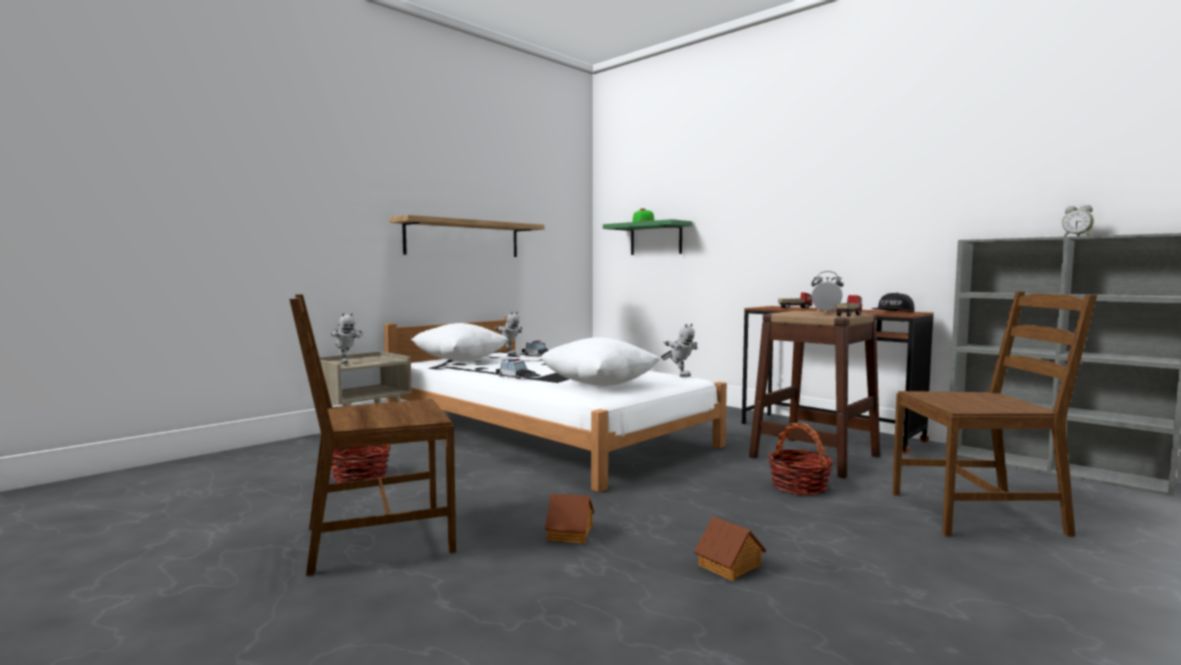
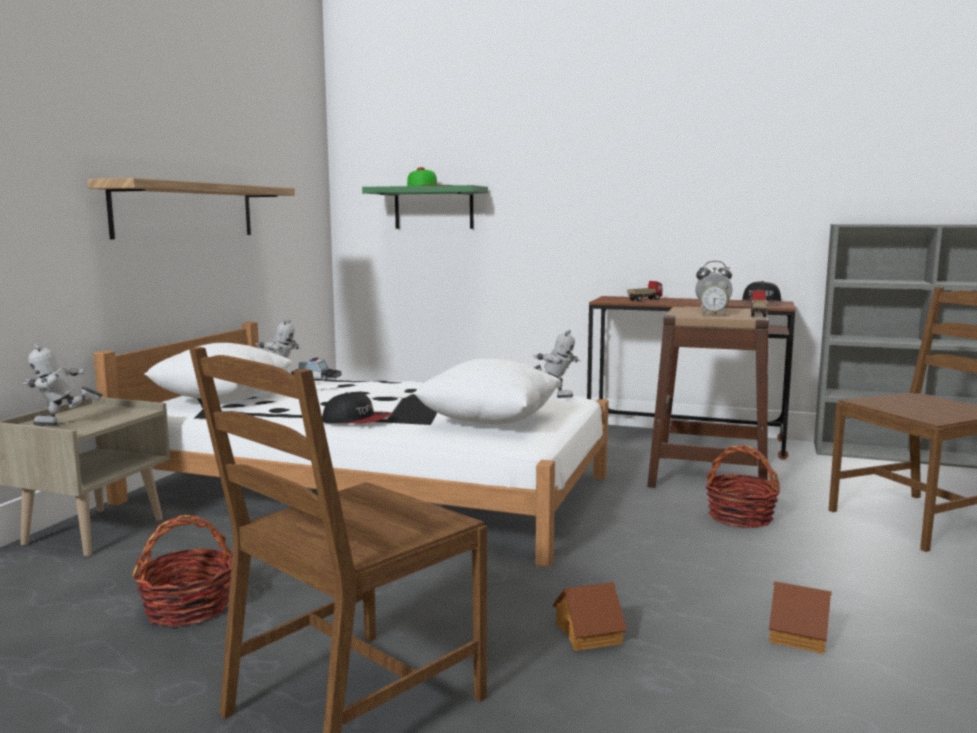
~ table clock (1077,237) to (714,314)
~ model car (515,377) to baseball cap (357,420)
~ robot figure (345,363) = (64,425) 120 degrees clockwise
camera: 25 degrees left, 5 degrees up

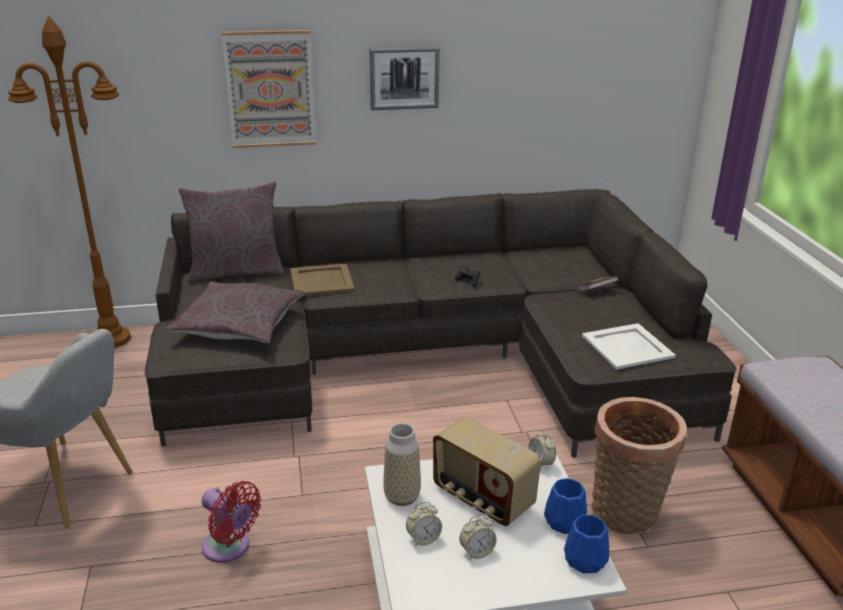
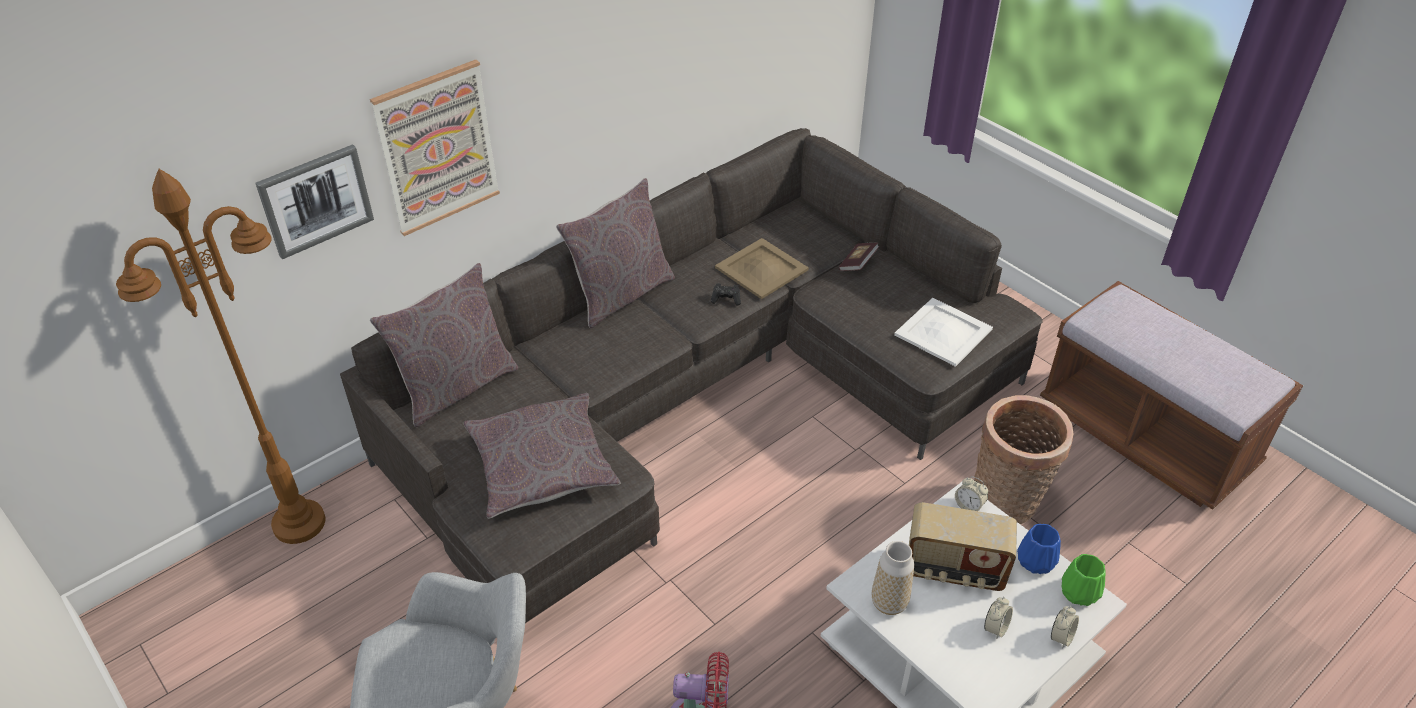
+ greyish pillow (621,294)
~ sand-coloured carrying tray (321,281) to (761,269)
~ picture (404,78) to (315,200)
~ table clock (423,539) to (1061,637)
~ blue-coloured decorative vase (584,561) to green decorative vase (1079,593)
camera: 30 degrees left, 15 degrees up

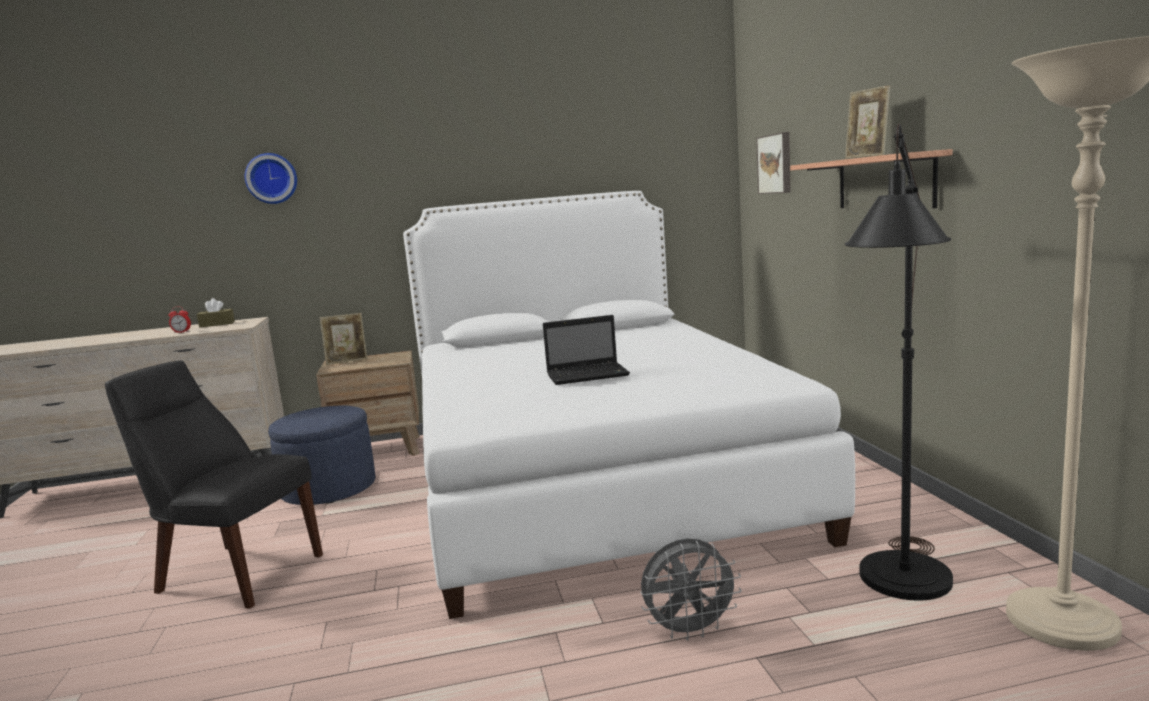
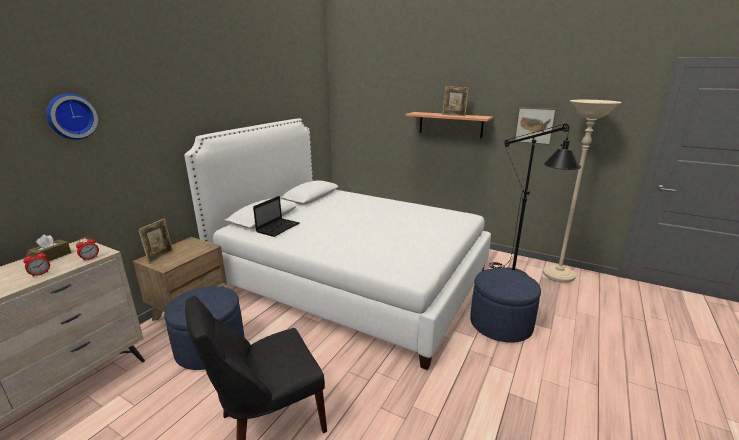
+ table clock (90,258)
~ notebook computer (589,375) to (278,227)
~ picture (776,164) to (534,125)
~ greyish electric fan (690,631) to blue-coloured footrest (500,324)
camera: 50 degrees left, 10 degrees up

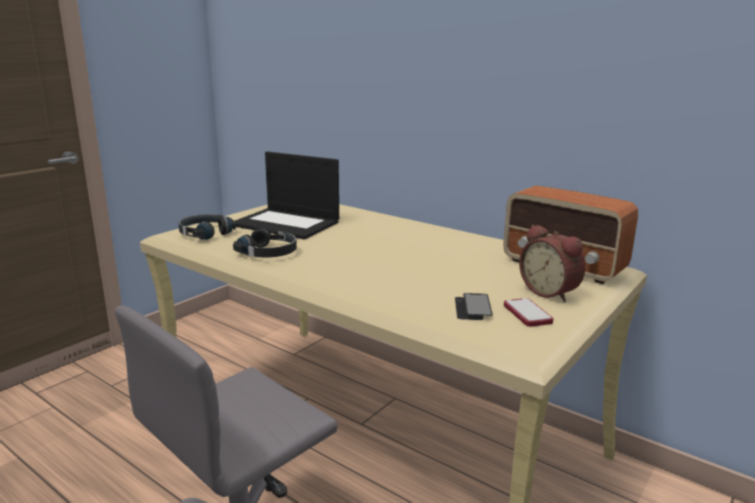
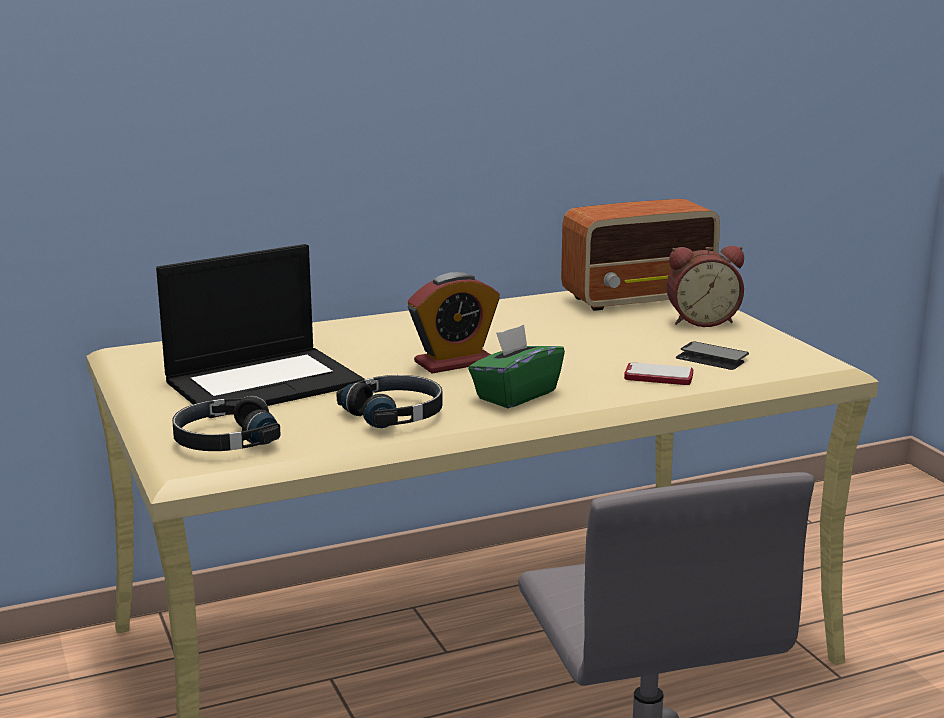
+ table clock (454,362)
+ green box of tissues (515,395)
~ handset (527,314) to (658,376)
camera: 60 degrees left, 0 degrees up

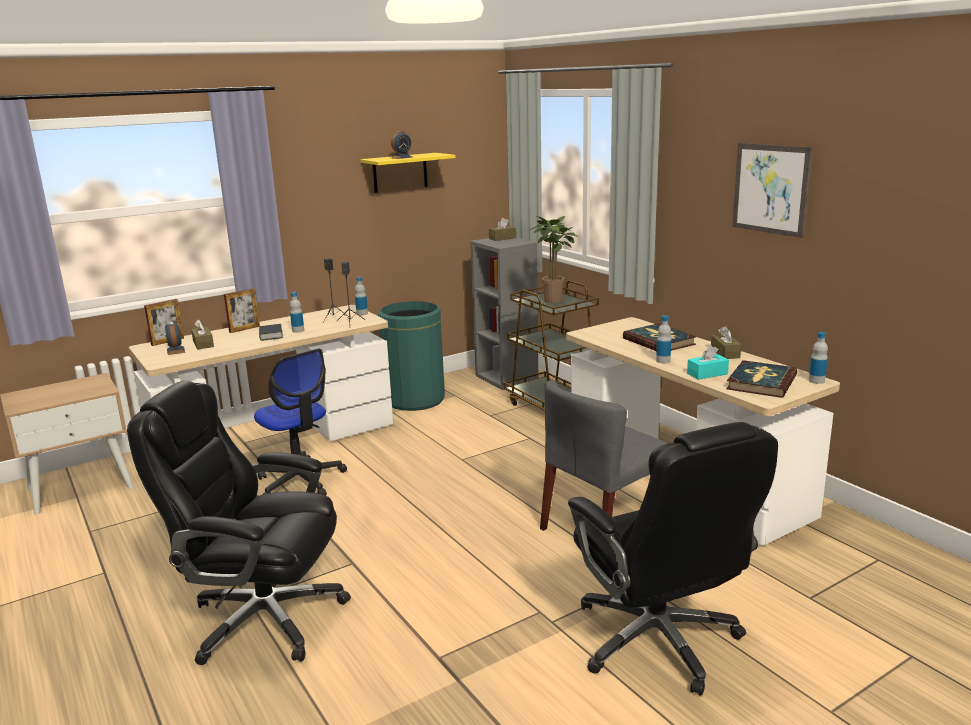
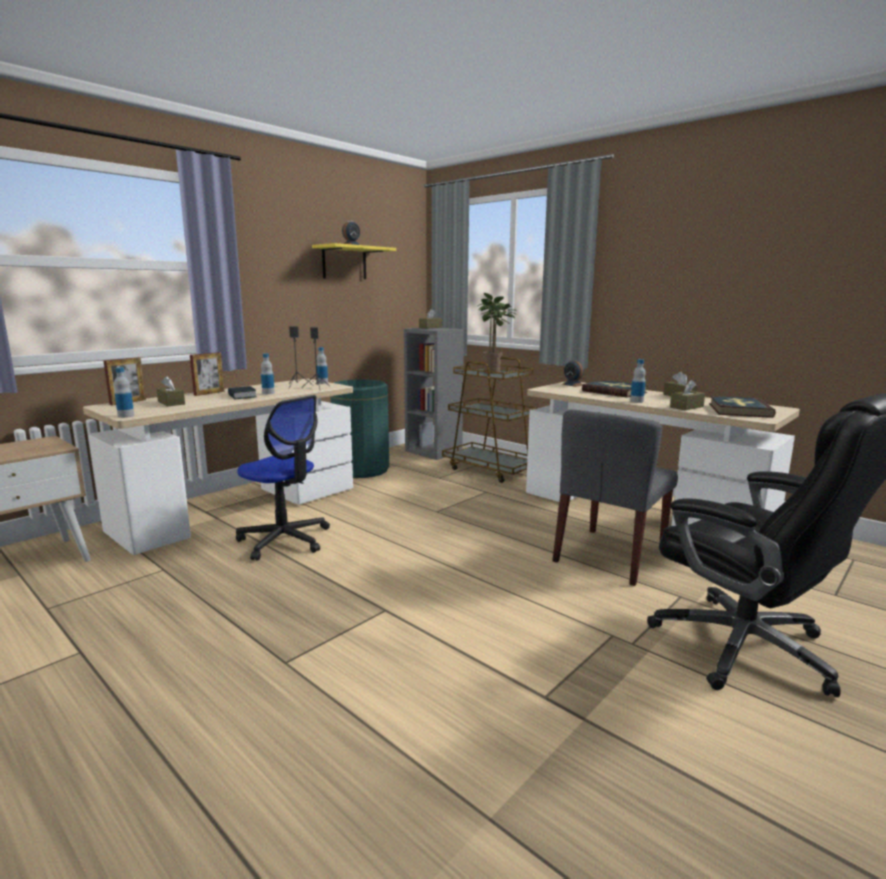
- black-coloured desk chair (262,618)
- picture (770,189)
~ table clock (175,350) to (573,384)
~ drink bottle (816,381) to (126,416)
~ blue-green box of tissues (707,374) to brown box of tissues (686,407)
camera: 15 degrees left, 5 degrees down

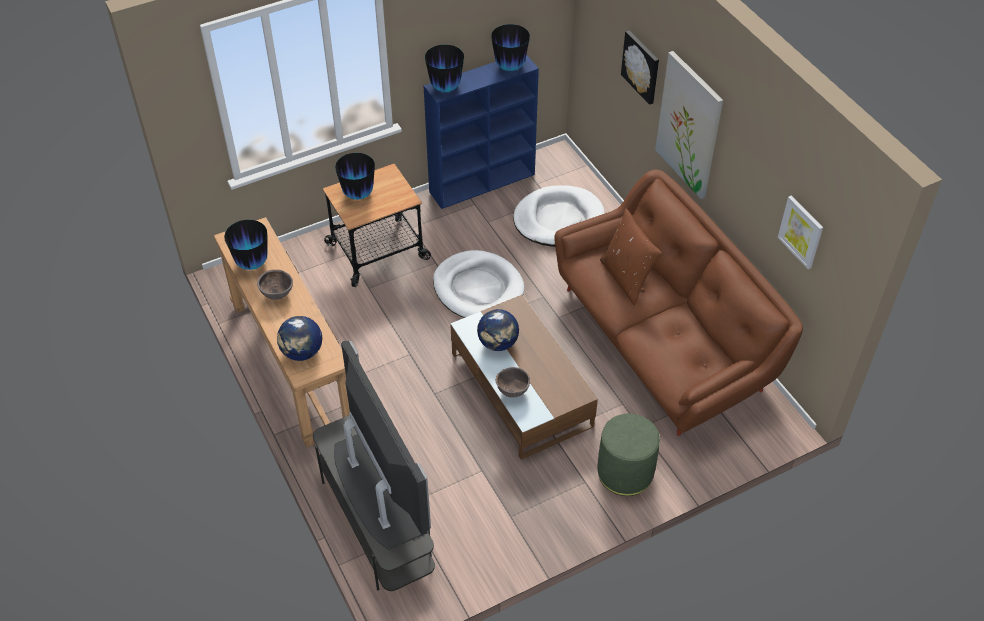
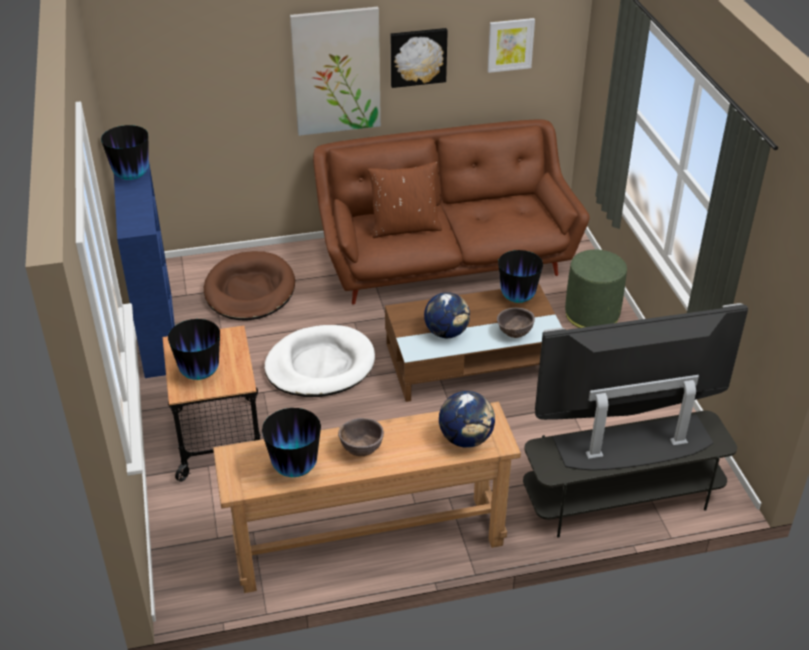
~ decorative vase (445,87) to (517,298)
~ picture (641,66) to (418,56)
~ white dog bed (558,219) to brown dog bed (250,290)
camera: 75 degrees left, 10 degrees down

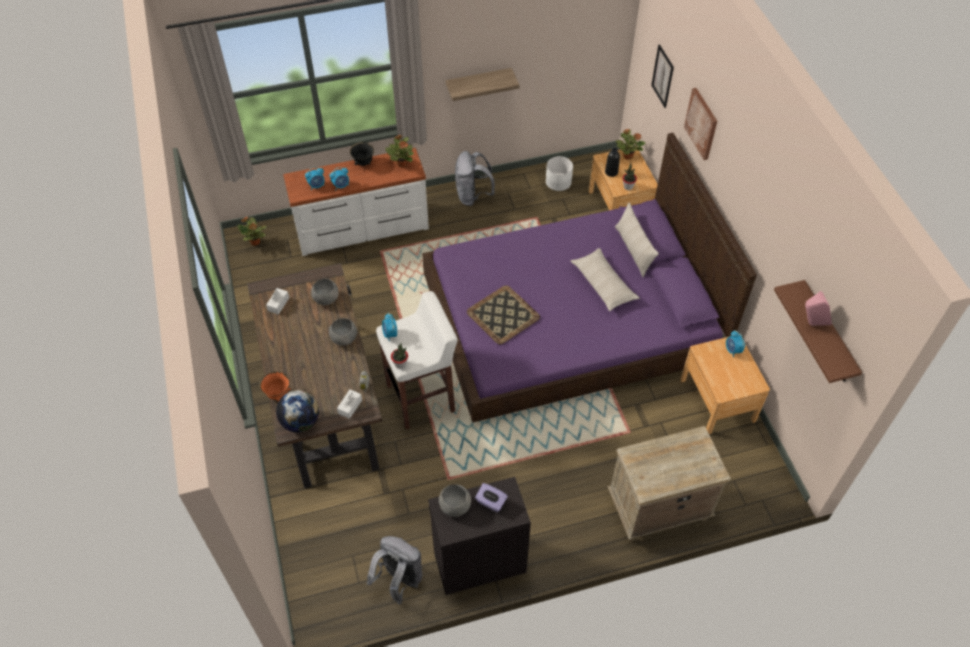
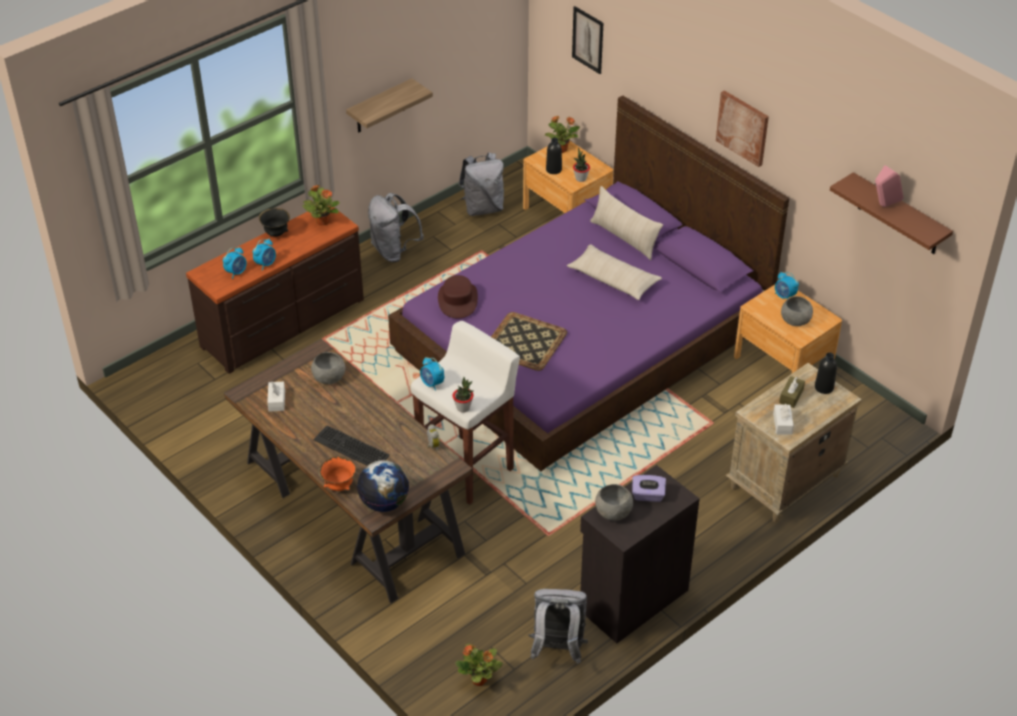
+ computer keyboard (349,448)
+ brown wearable hat (457,300)
+ brown box of tissues (791,396)
+ black-coloured drink bottle (824,387)
~ plant in a pot (255,242) to (479,680)
~ greyish bowl (344,338) to (795,321)
~ white box of tissues (350,406) to (782,424)
~ picture (702,123) to (743,127)
~ white plant pot (558,181) to greyish knapsack (483,208)
~ white chest of drawers (362,229) to brown chest of drawers (284,324)
camera: 25 degrees left, 10 degrees down

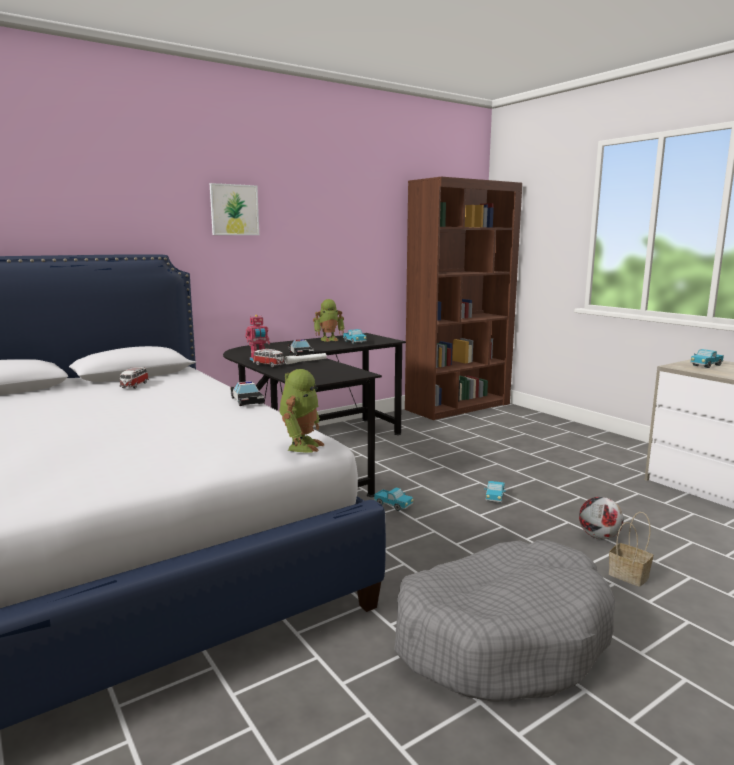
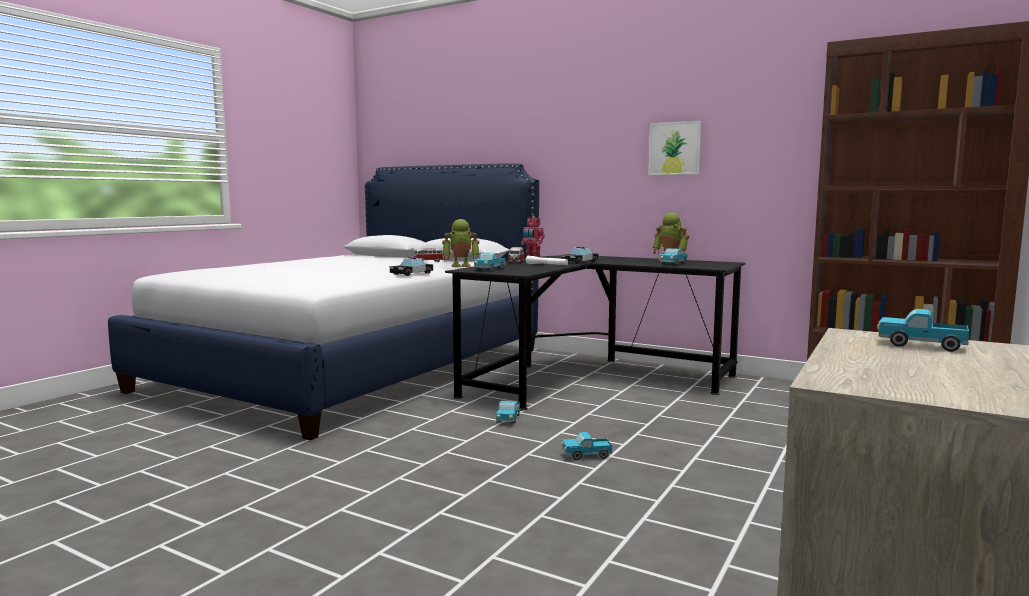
- greyish dog bed (502,637)
- football (599,536)
- storage basket (630,576)
+ model truck (489,269)
~ picture (234,210) to (675,148)
~ robot figure (301,446) to (461,266)
camera: 65 degrees right, 5 degrees down

